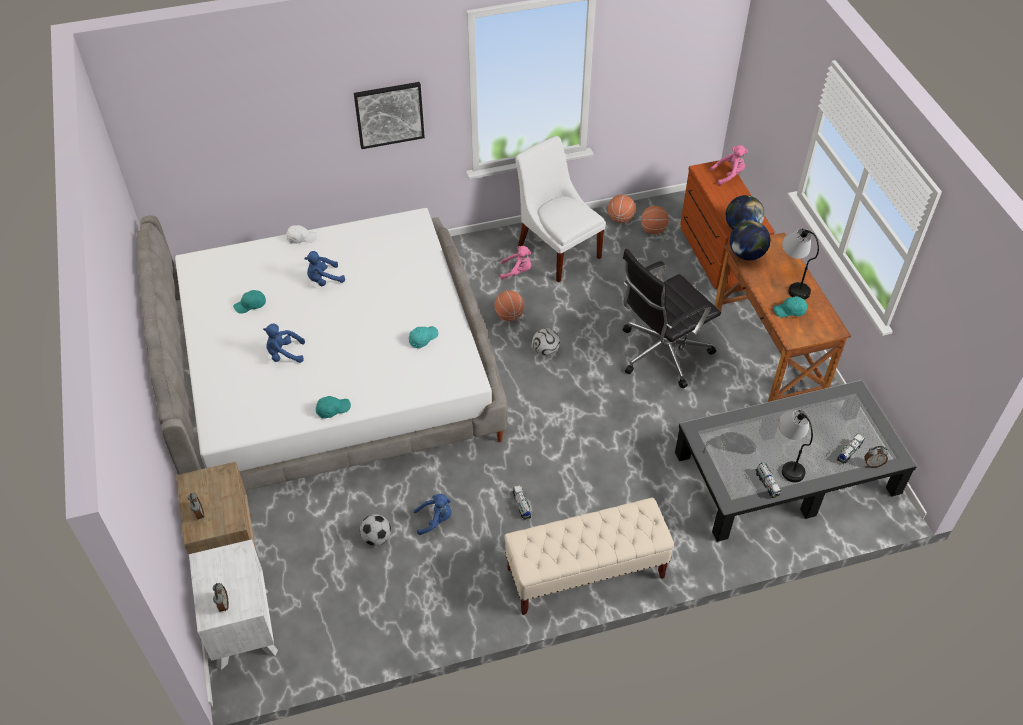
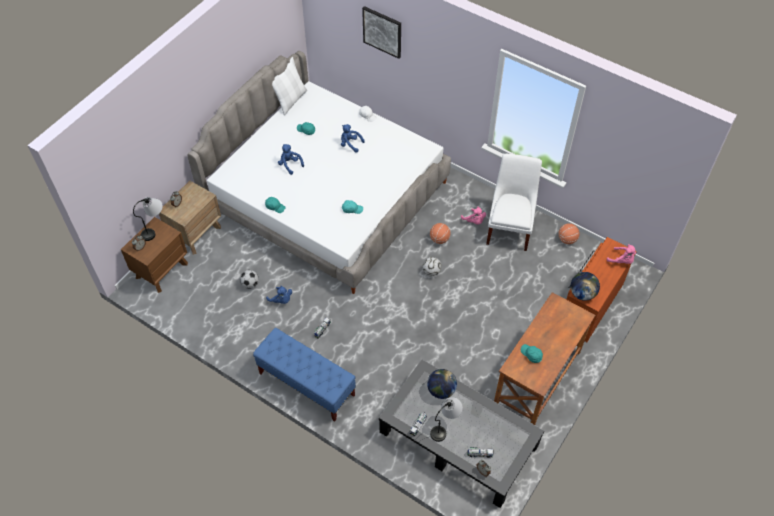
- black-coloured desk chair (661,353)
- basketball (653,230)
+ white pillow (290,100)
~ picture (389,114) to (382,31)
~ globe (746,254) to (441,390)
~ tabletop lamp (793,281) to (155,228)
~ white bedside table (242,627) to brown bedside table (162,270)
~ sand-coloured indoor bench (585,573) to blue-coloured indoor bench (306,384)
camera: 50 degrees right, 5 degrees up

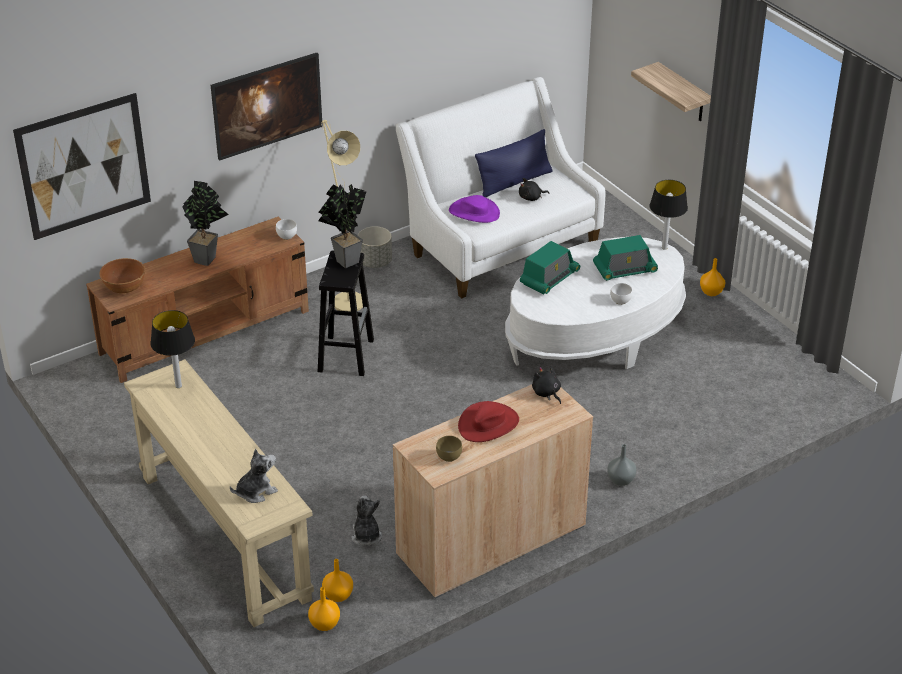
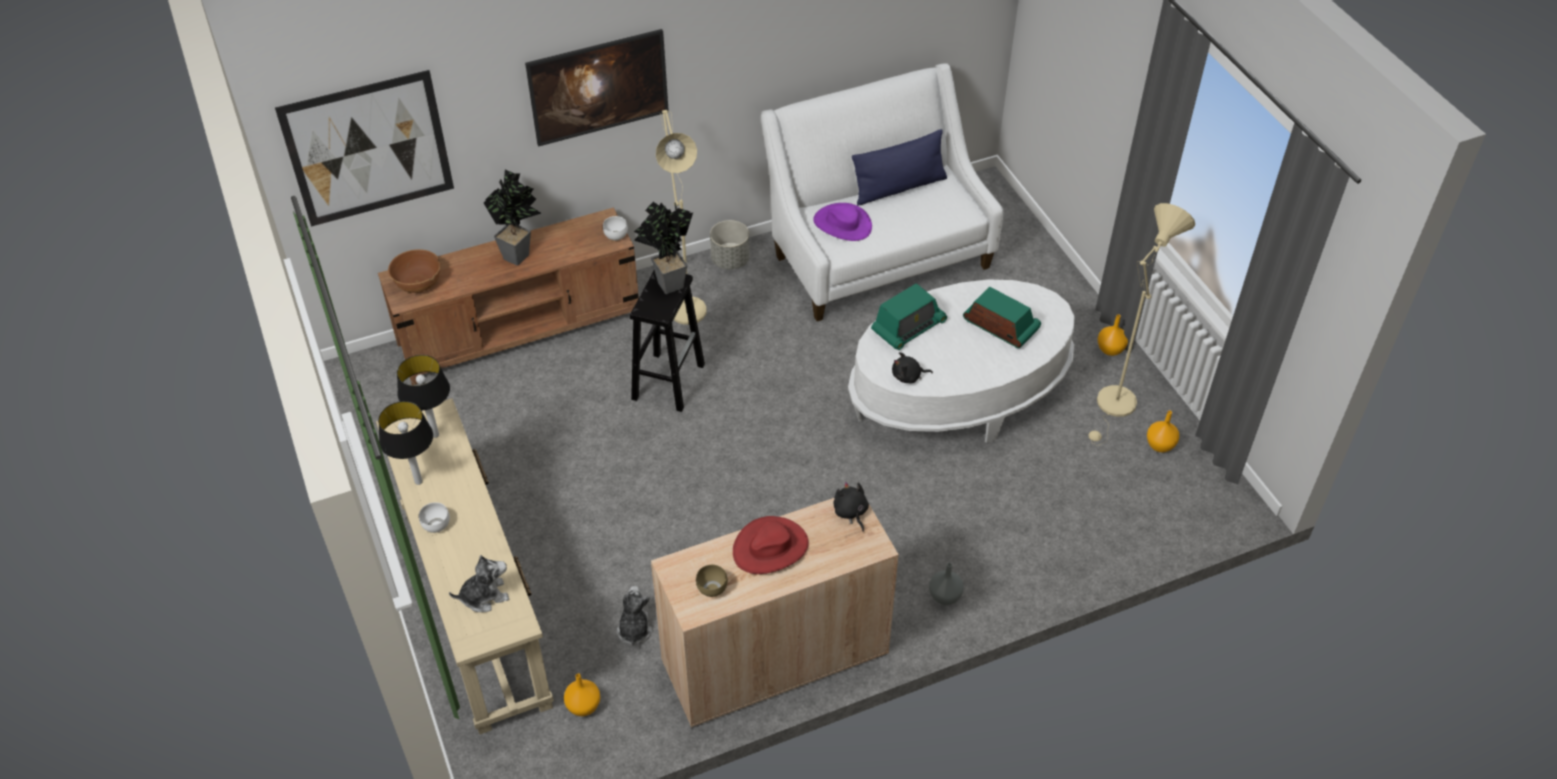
- shelf (683,93)
+ sand-coloured standing lamp (1114,407)
~ orange decorative vase (324,624) to (1159,445)
~ black-coloured plush toy (531,198) to (908,376)
~ white bowl (620,300) to (436,524)
~ tabletop lamp (664,248) to (418,482)
~ radio (624,269) = (1000,326) 135 degrees counterclockwise
camera: 10 degrees right, 10 degrees up

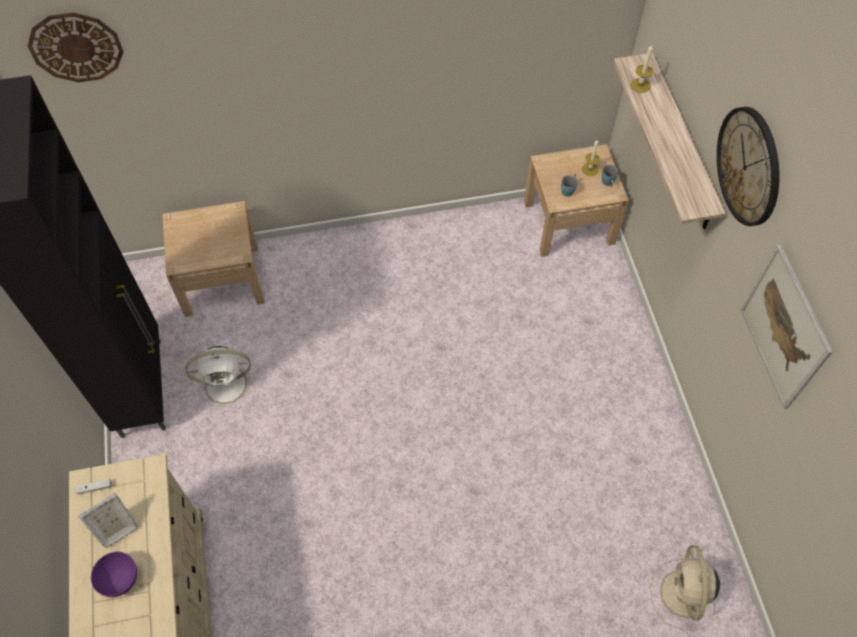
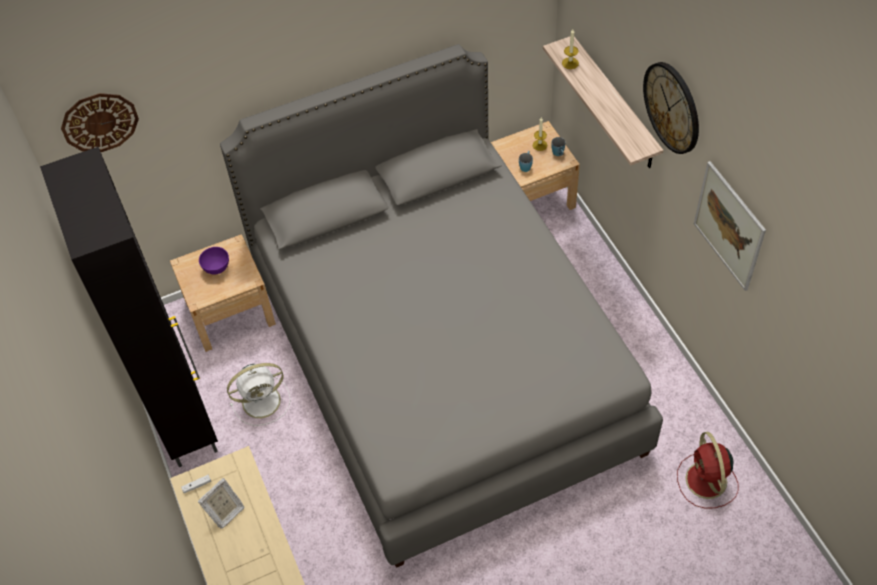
+ greyish bedroom bed (442,360)
~ purple bowl (120,580) to (216,268)
~ sand-coloured electric fan (684,596) to red electric fan (706,482)
camera: 10 degrees left, 5 degrees down

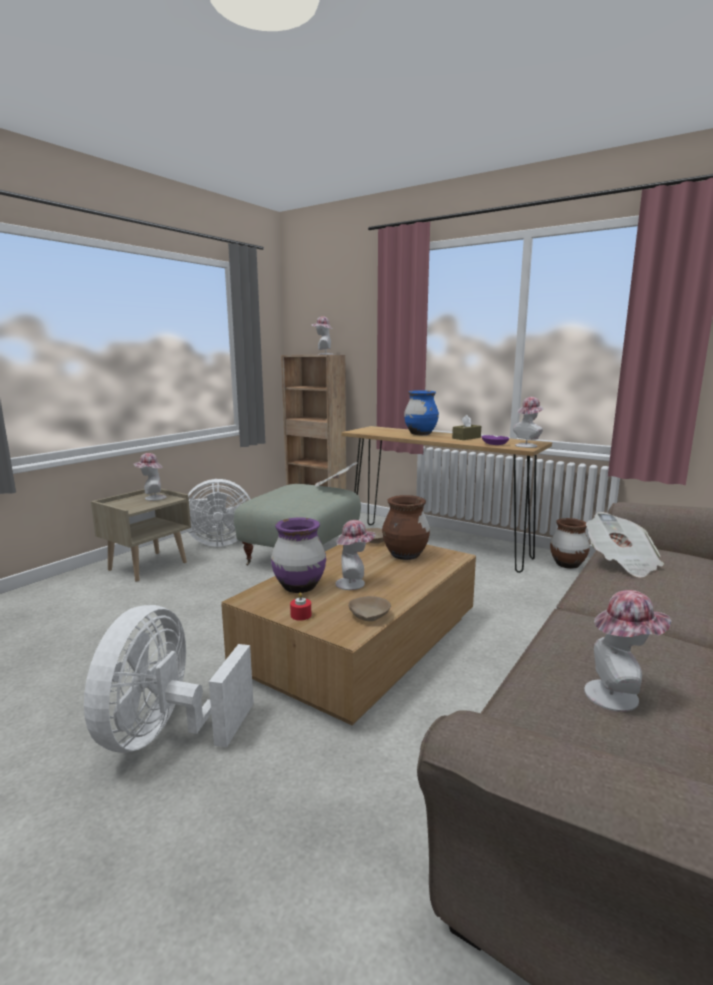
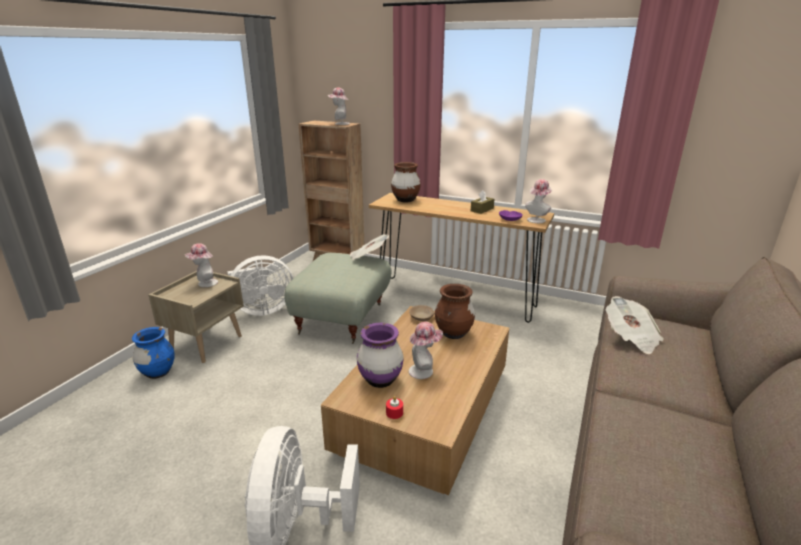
- sand-coloured bowl (369,616)
- wearable hat (618,695)
~ blue-coloured decorative vase (420,434) to (158,372)
~ brown decorative vase (567,565) to (405,200)
camera: 10 degrees left, 10 degrees up

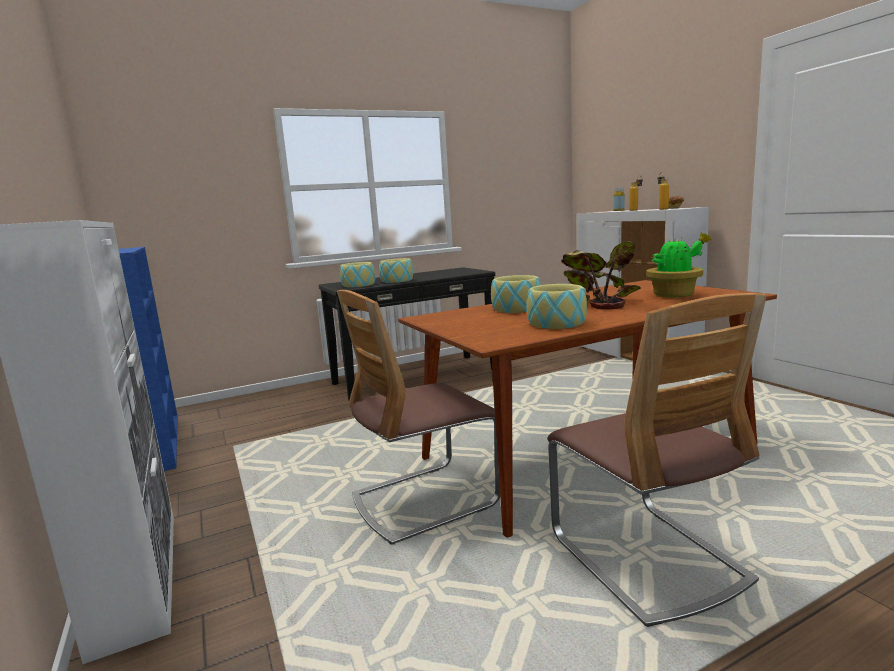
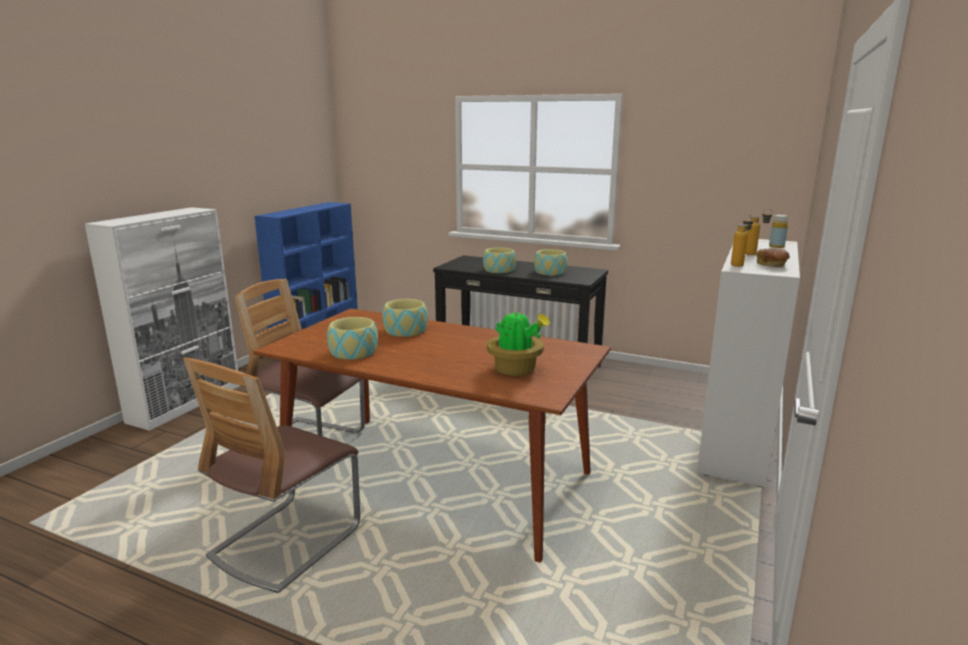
- plant in a pot (597,303)
~ bowl (358,285) to (550,272)
camera: 50 degrees right, 5 degrees up

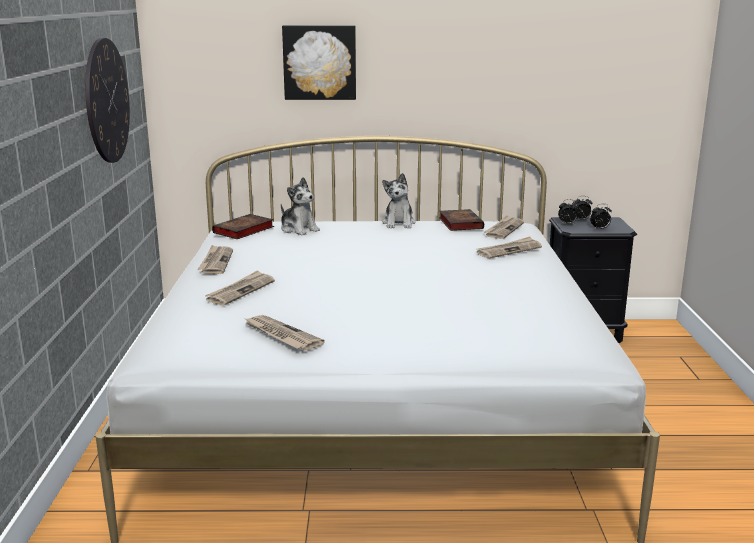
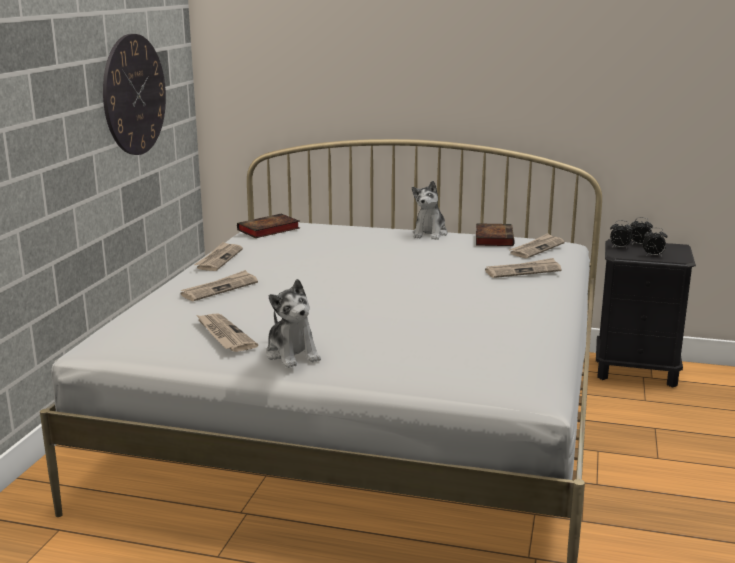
- picture (319,62)
~ plush toy (299,229) to (292,354)
camera: 15 degrees right, 0 degrees up

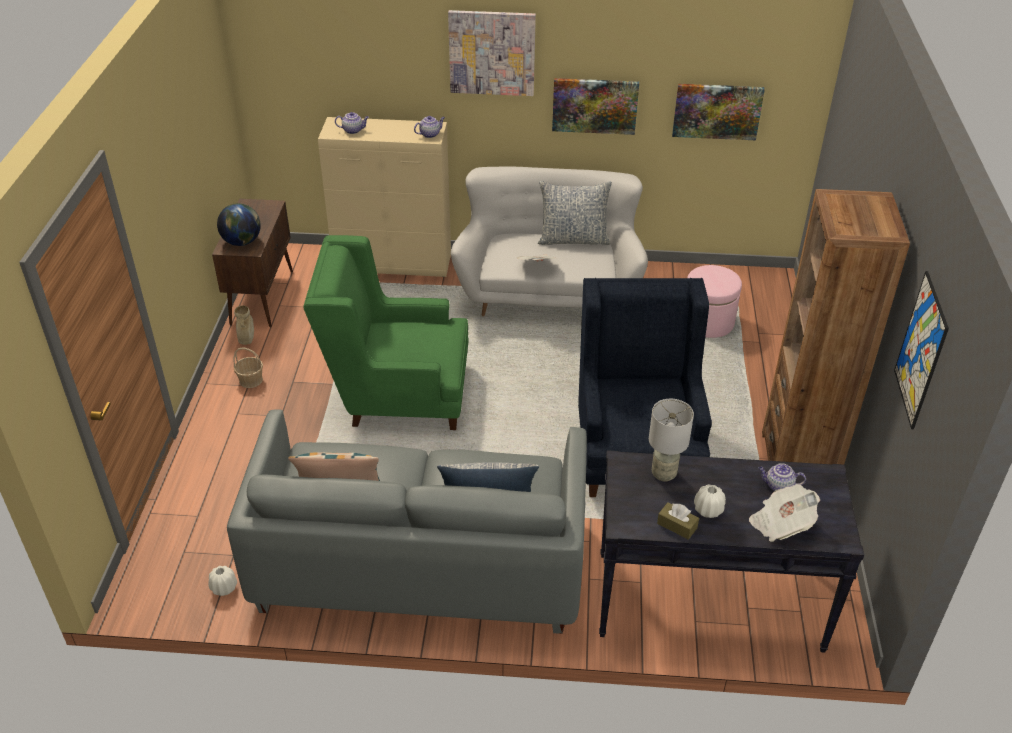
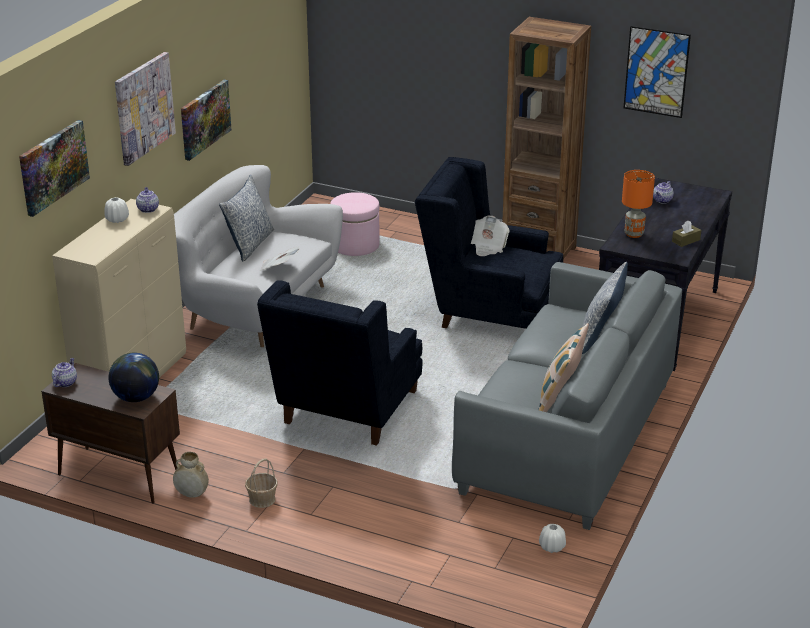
~ tea pot (353,130) to (65,382)
~ picture (717,111) to (53,167)
~ white decorative vase (708,510) to (117,220)
~ daily paper (781,524) to (487,247)
~ green armchair (397,395) to blue-coloured armchair (346,414)
~ greyish tabletop lamp (664,474) to orange tabletop lamp (634,234)
camera: 70 degrees left, 10 degrees down

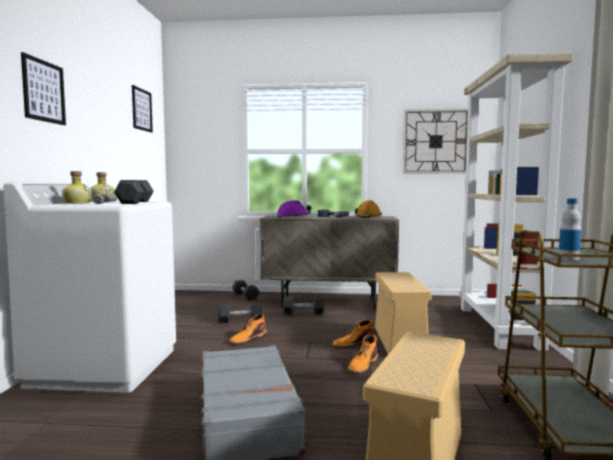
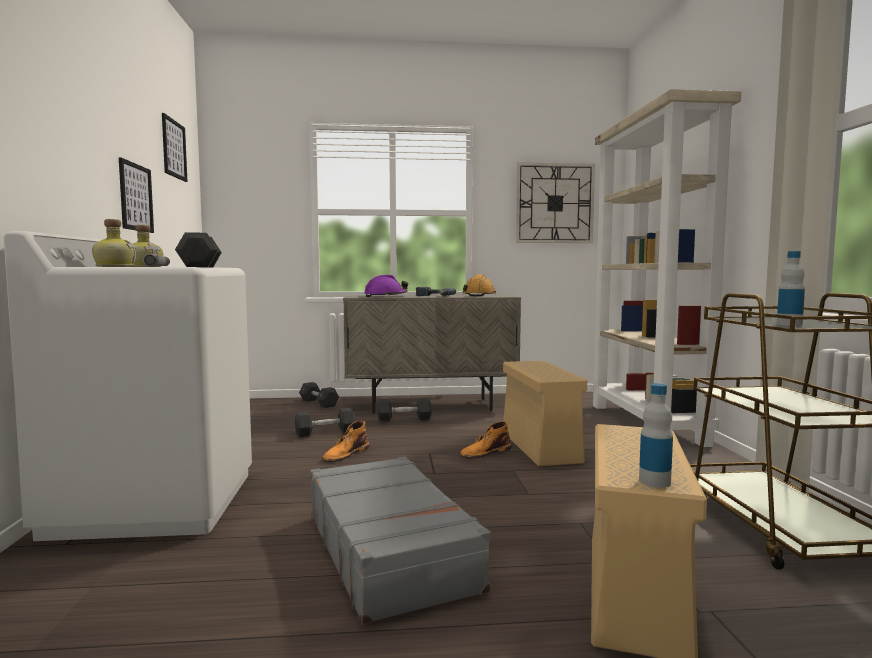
- orange boot (363,365)
+ drink bottle (654,481)
~ picture (43,91) to (136,197)
camera: 10 degrees left, 0 degrees up

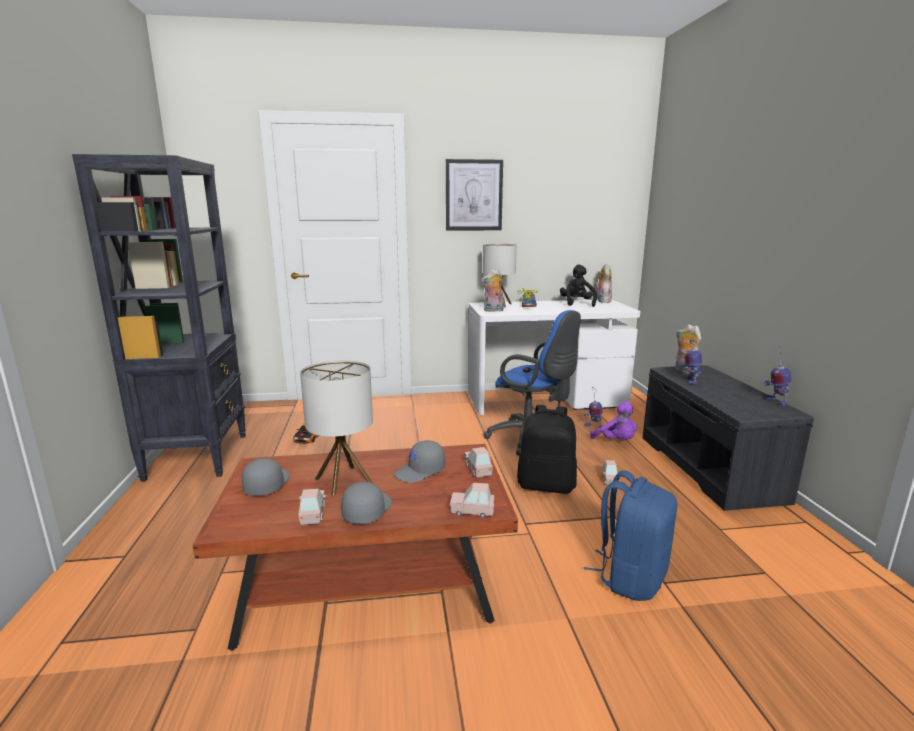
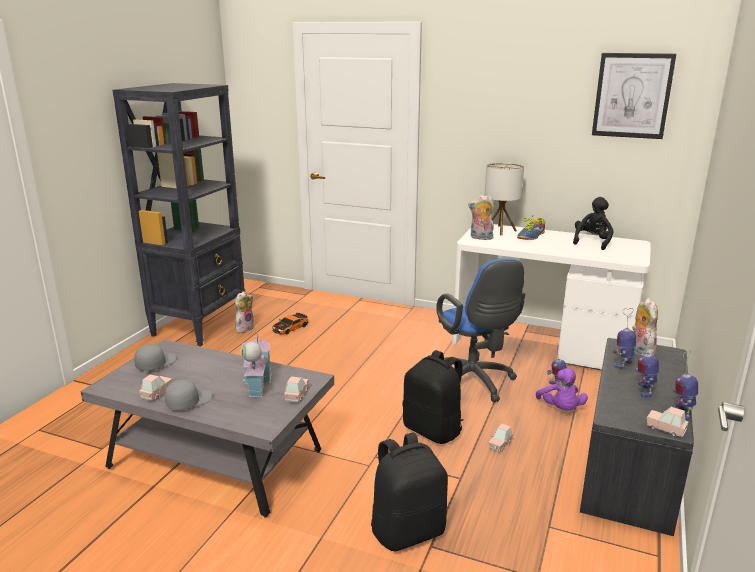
- tabletop lamp (343,480)
+ robot figure (643,390)
~ picture (474,195) to (632,95)
~ pink model car (472,511) to (665,429)
~ plush toy (602,301) to (244,328)
~ greyish baseball cap (420,471) to toy house (256,384)
~ brown coffee table (368,584) to greyish coffee table (217,459)
~ blue-coloured knapsack (631,577) to black-coloured knapsack (407,530)
camera: 30 degrees right, 5 degrees up

